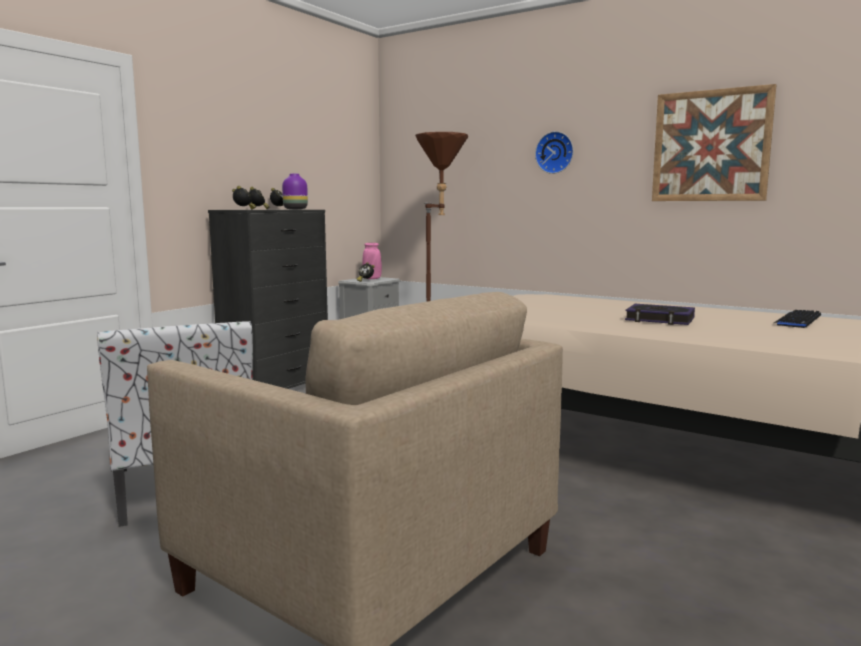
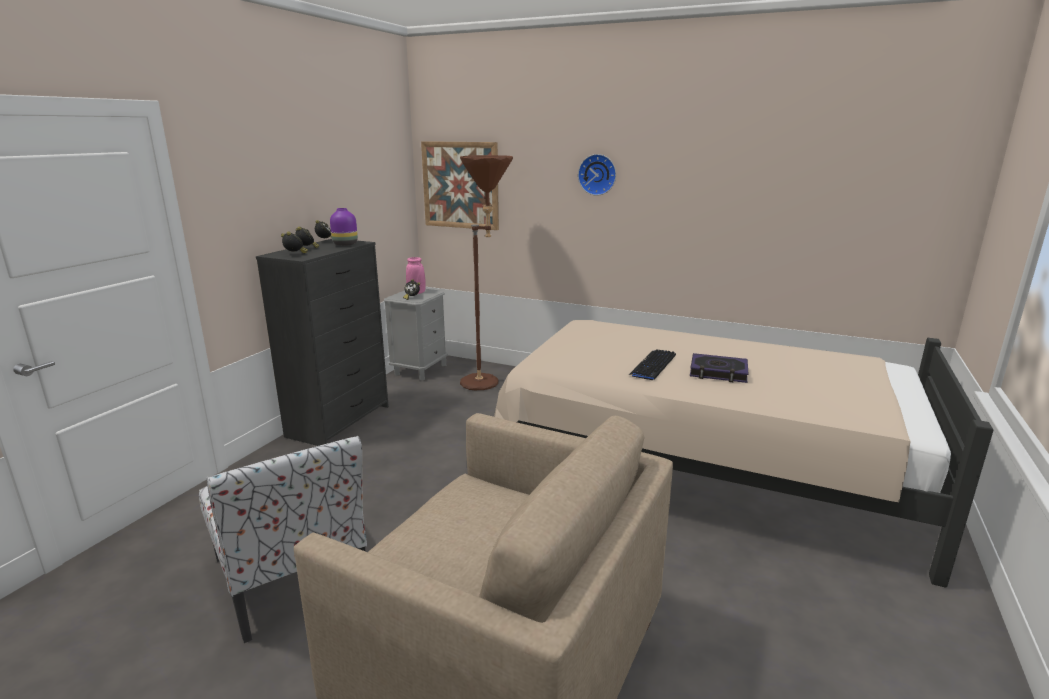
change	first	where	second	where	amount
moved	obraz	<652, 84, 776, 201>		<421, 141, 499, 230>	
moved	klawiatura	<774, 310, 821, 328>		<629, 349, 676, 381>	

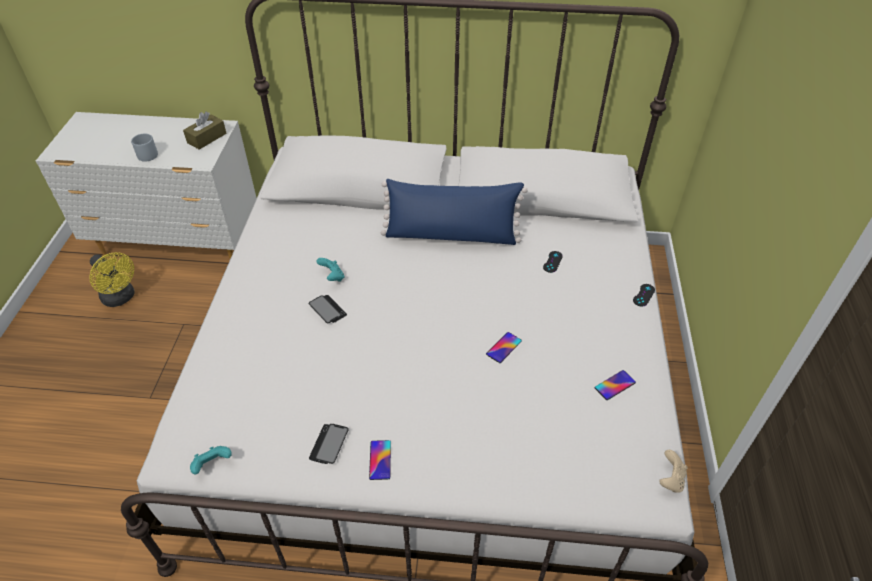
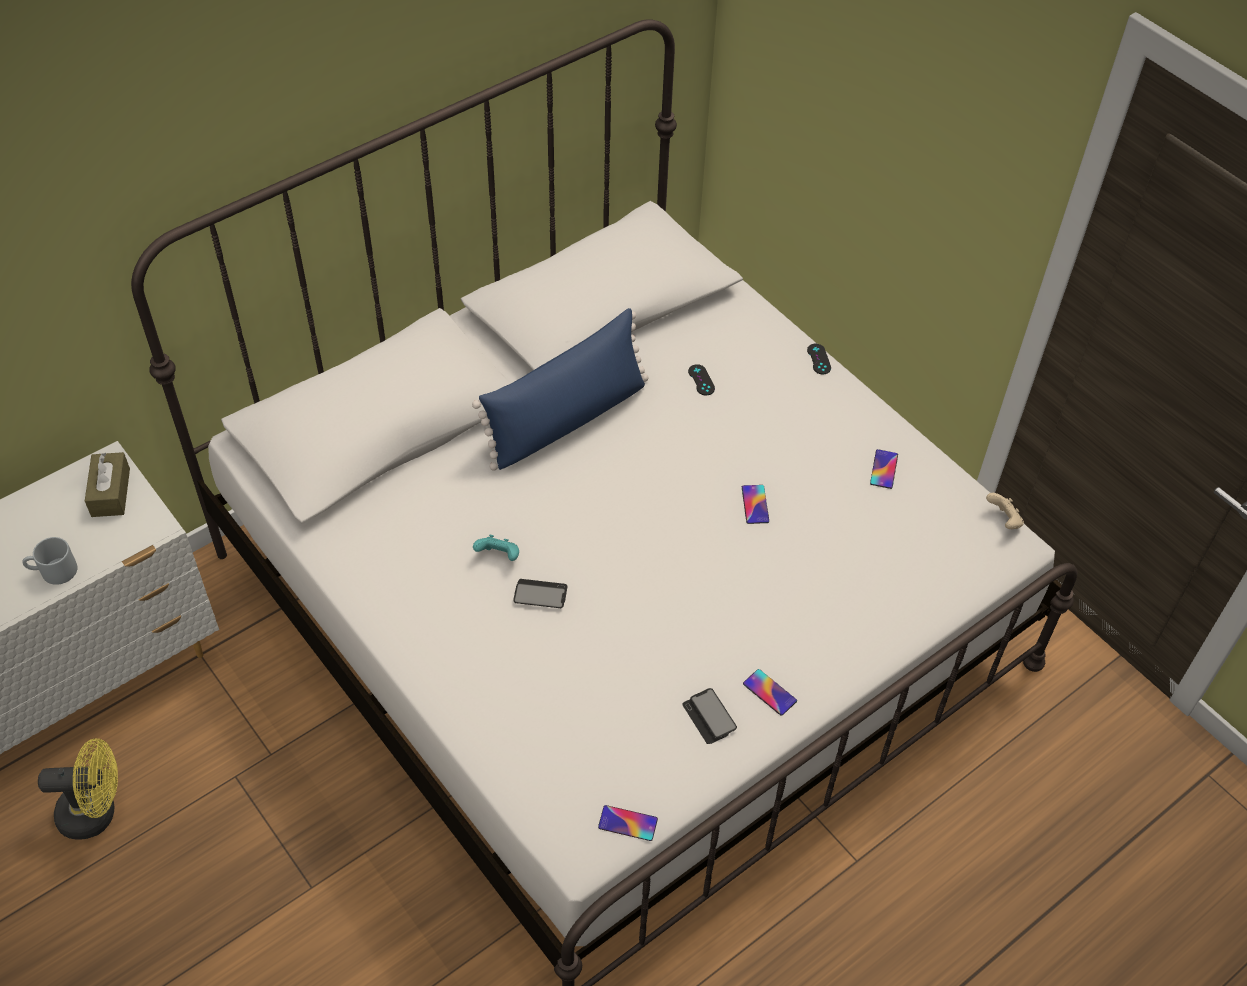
change	first	where	second	where	amount
replaced	pad do gier [turkusowy]	<190, 446, 232, 474>	telefon	<598, 805, 658, 841>	

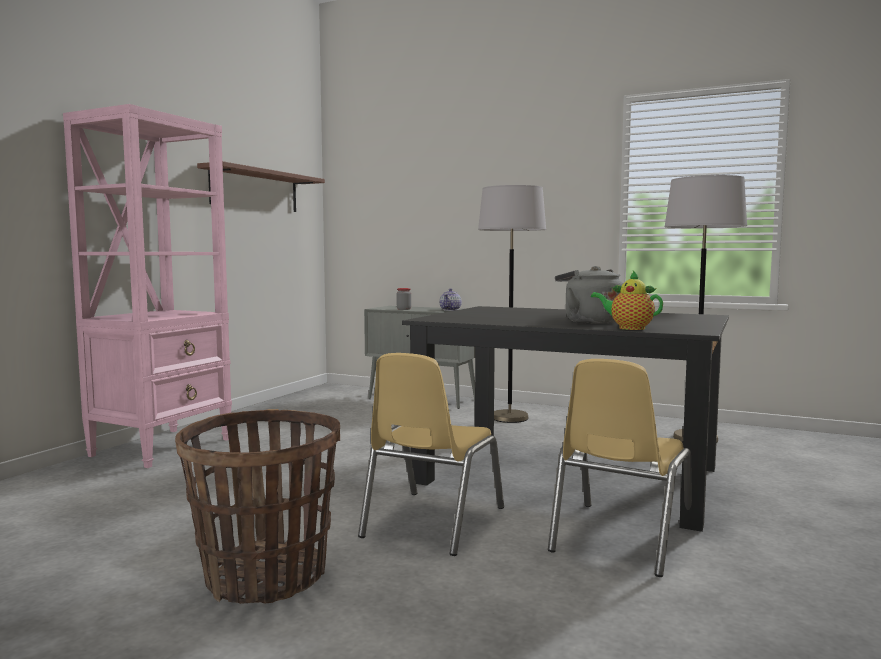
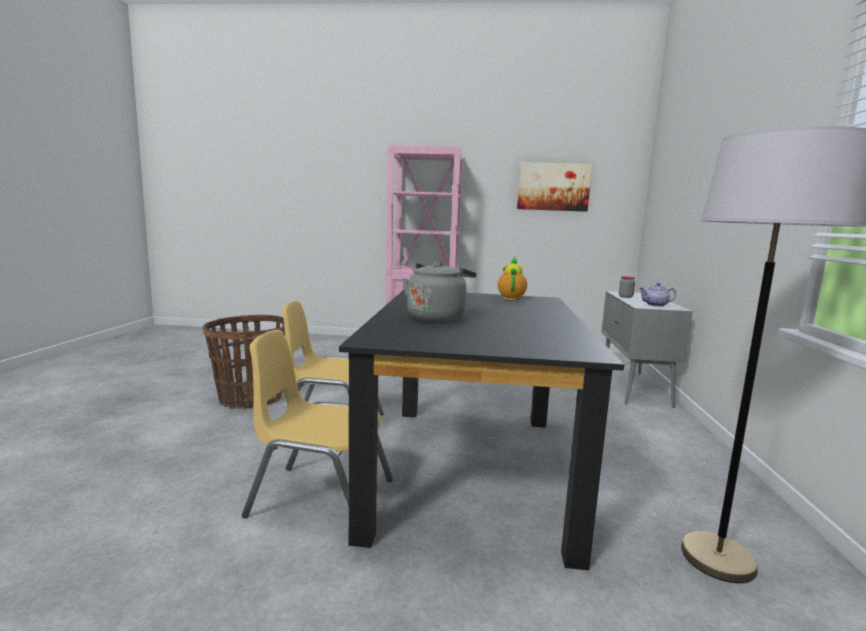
change	first	where	second	where	amount
replaced	półka [brązowy]	<197, 161, 325, 212>	obraz	<517, 162, 592, 212>	
removed	lampa stojąca [szary]	<478, 185, 546, 423>			
moved	imbryk	<591, 271, 663, 330>		<498, 257, 527, 300>	

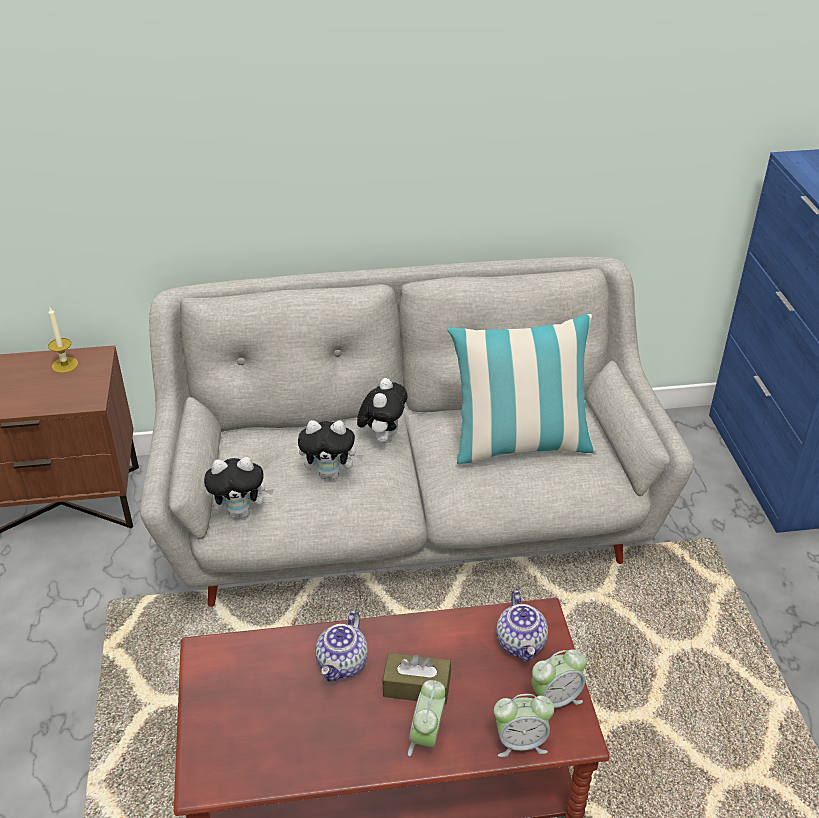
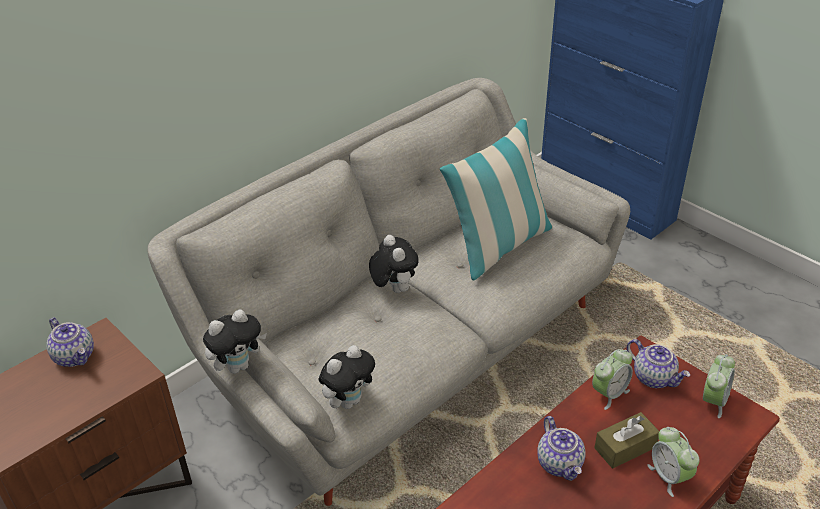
change	first	where	second	where	amount
replaced	świeca	<48, 307, 78, 373>	imbryk	<46, 317, 94, 367>	
moved	pluszak	<298, 420, 364, 480>		<203, 309, 267, 374>	
moved	budzik	<494, 694, 554, 757>		<592, 349, 633, 410>	

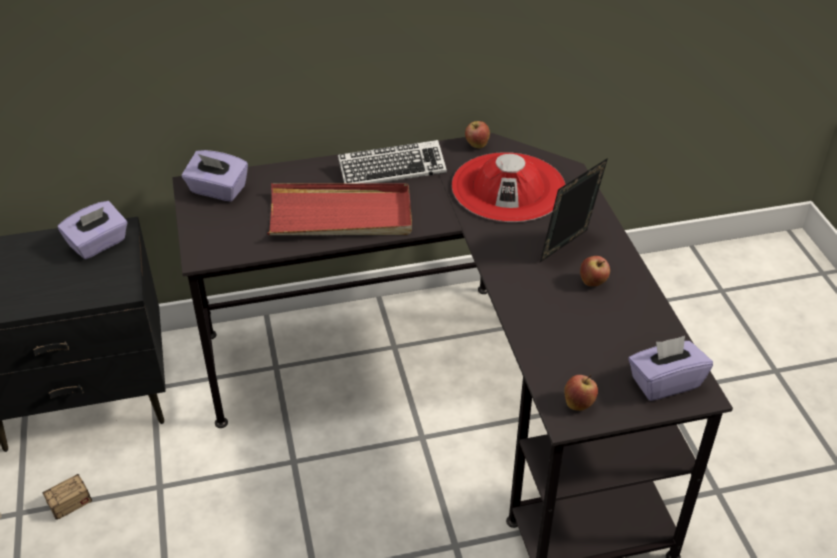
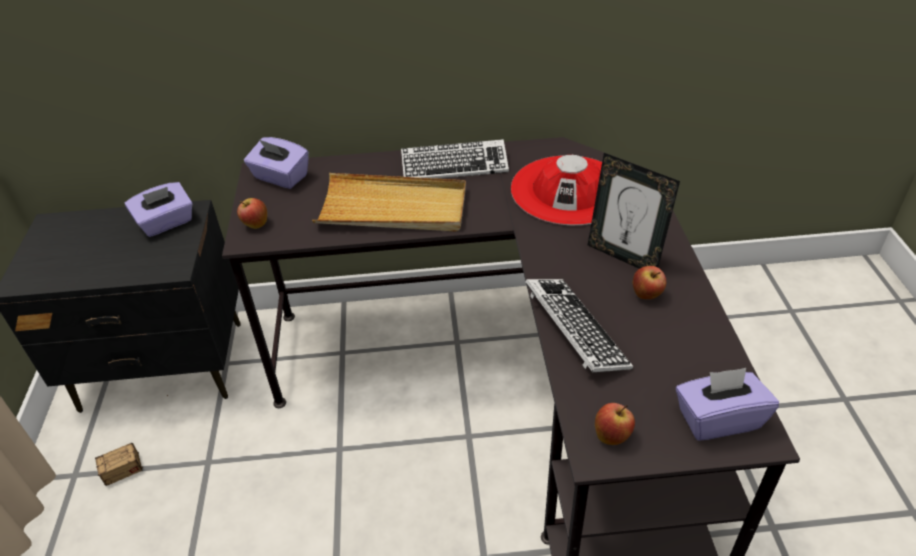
change	first	where	second	where	amount
recoloured	taca [czerwony]	<267, 183, 412, 235>	taca [beżowy]	<312, 173, 466, 232>	
moved	jabłko	<465, 121, 490, 148>		<237, 198, 267, 229>	
turned	ramka na zdjęcie	<540, 158, 608, 262>		<588, 153, 680, 269>	105 degrees counterclockwise
added			klawiatura	<525, 279, 633, 372>	

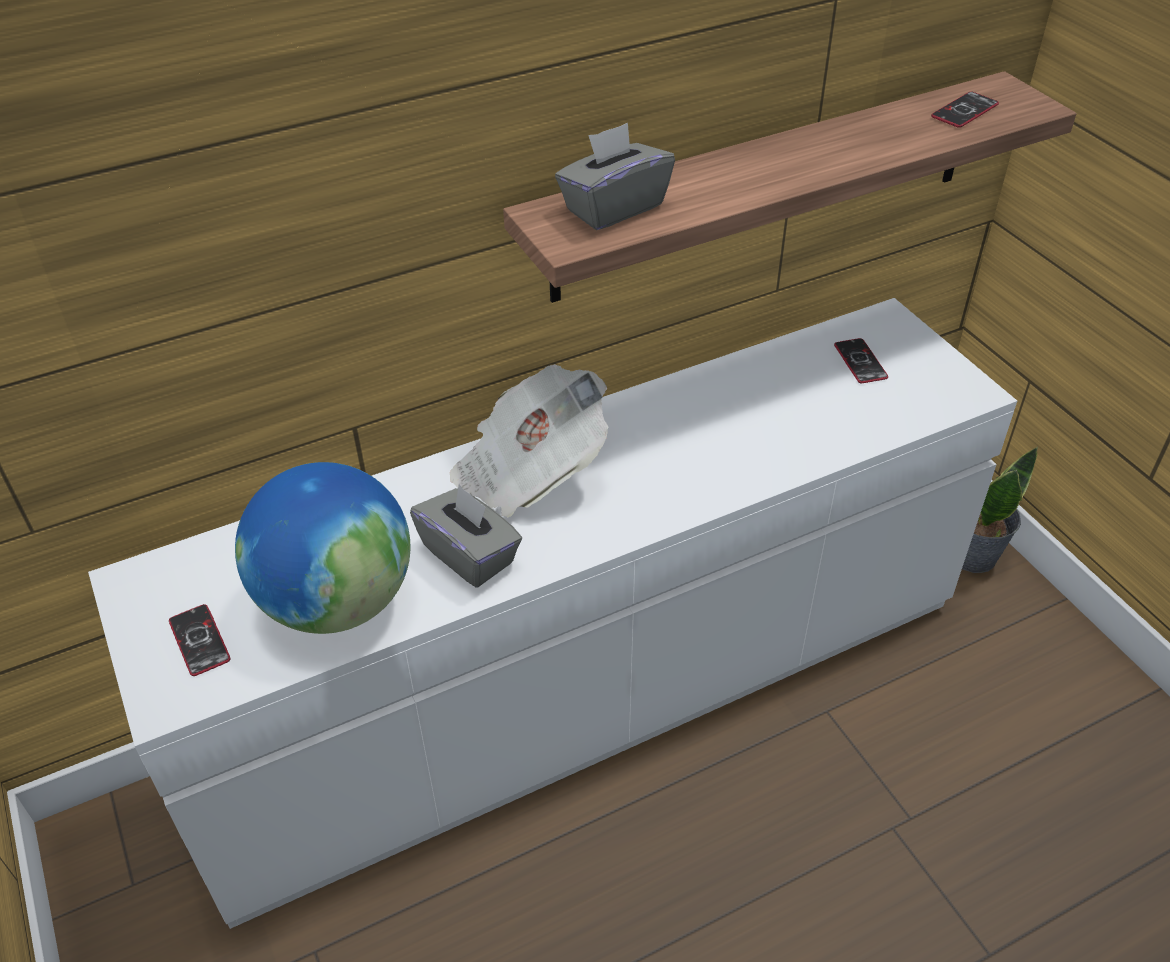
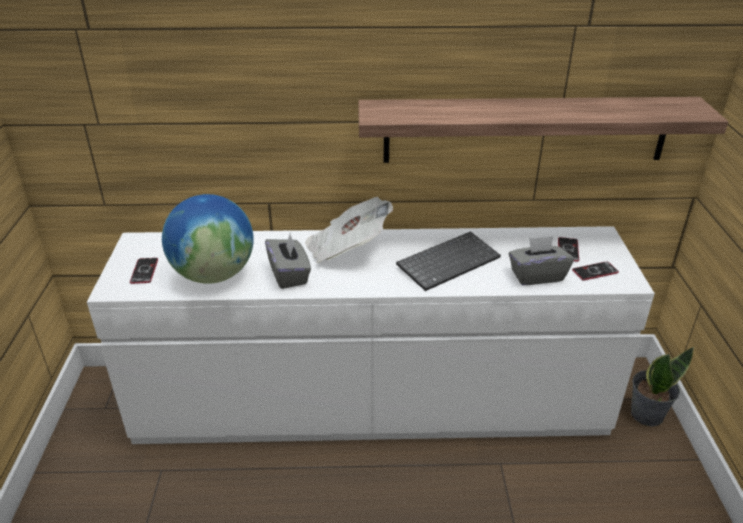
change	first	where	second	where	amount
moved	pudełko chusteczek [szary]	<555, 123, 675, 230>		<509, 236, 574, 285>	
moved	telefon	<931, 92, 999, 128>		<572, 261, 619, 281>	
added			klawiatura	<396, 231, 501, 291>	

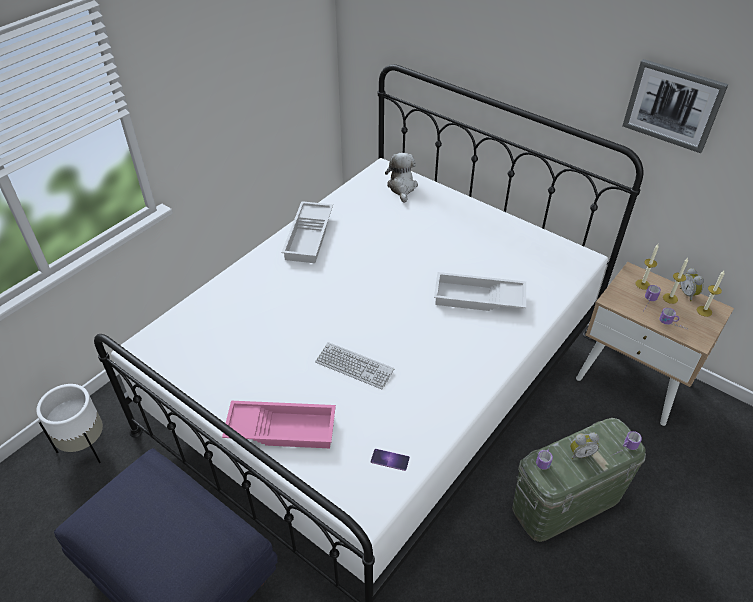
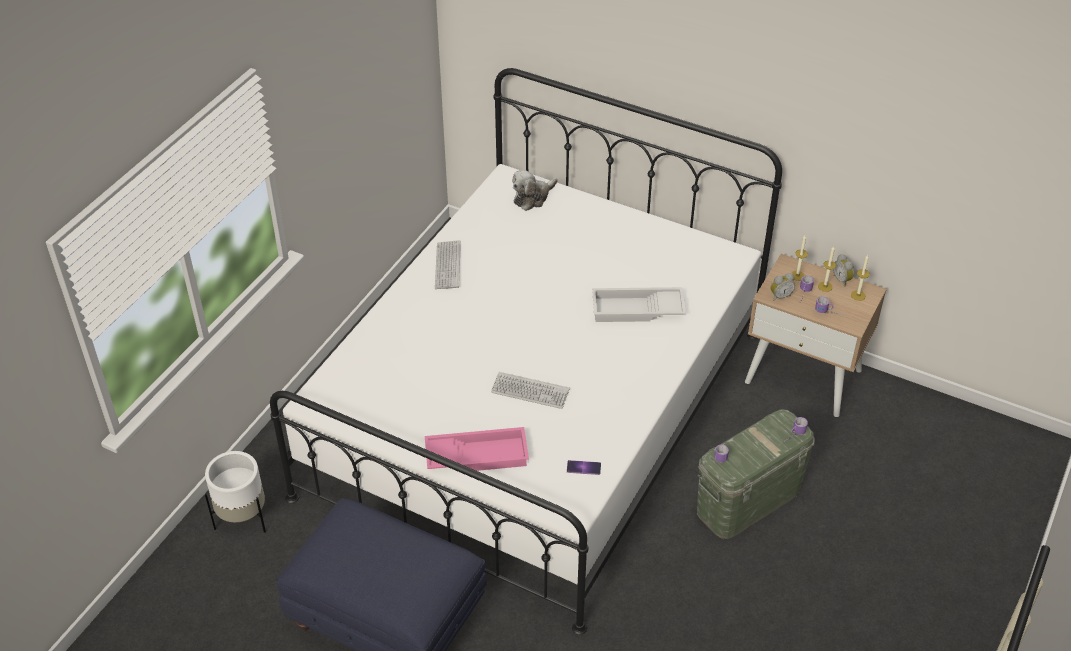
change	first	where	second	where	amount
replaced	taca [biały]	<282, 201, 333, 263>	klawiatura	<435, 240, 461, 289>	
turned	pluszak	<385, 153, 418, 203>		<512, 170, 557, 211>	120 degrees counterclockwise
moved	budzik	<570, 433, 599, 459>		<771, 273, 795, 301>	
removed	obraz	<623, 59, 728, 153>			

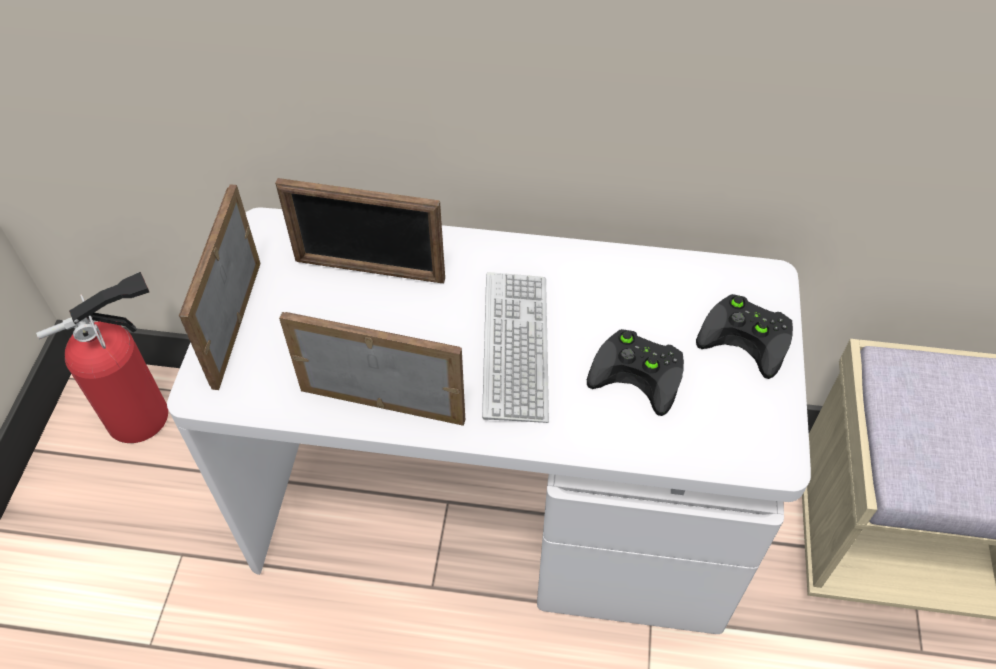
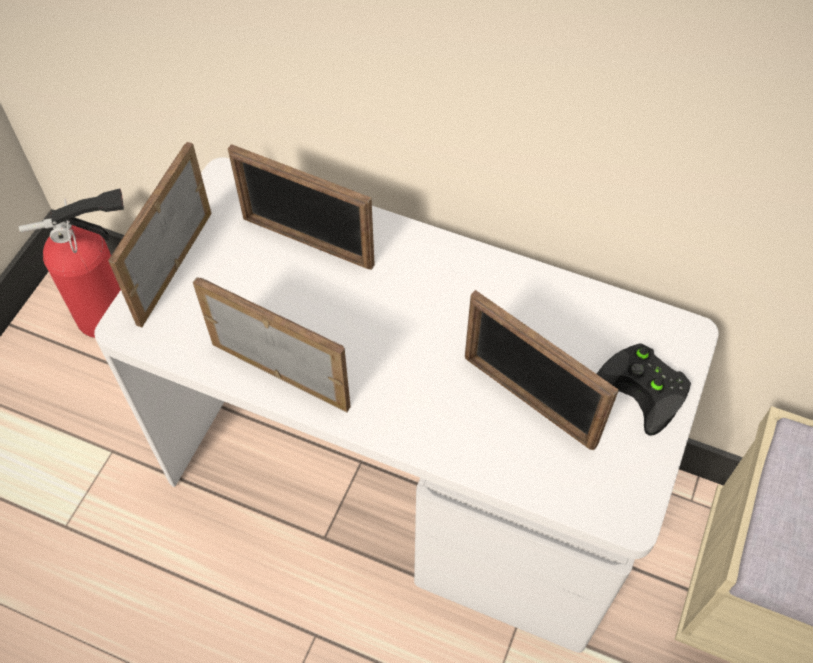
change	first	where	second	where	amount
removed	klawiatura	<482, 272, 549, 423>			
replaced	pad do gier [czarny]	<587, 329, 684, 416>	ramka na zdjęcie	<465, 290, 619, 451>	

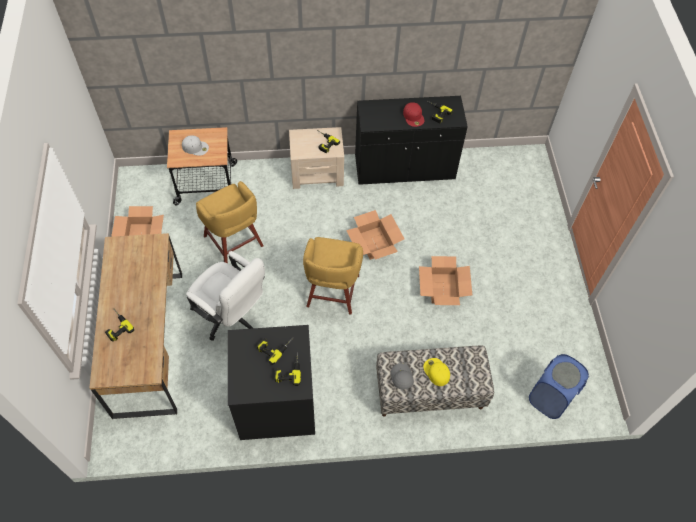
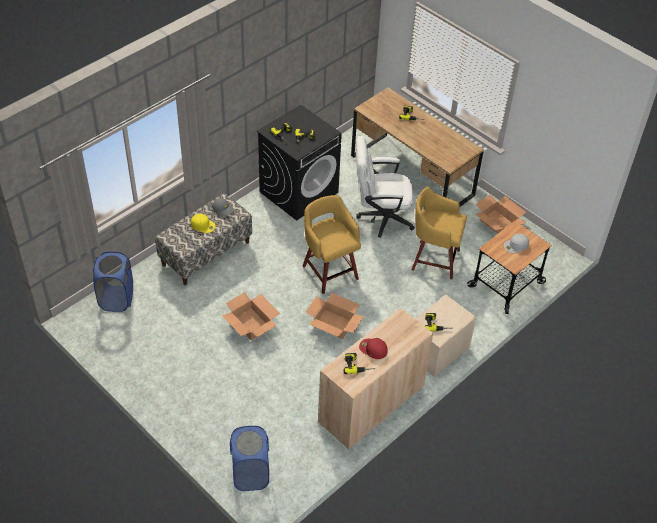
change	first	where	second	where	amount
recoloured	szafka [czarny]	<355, 96, 468, 185>	szafka [beżowy]	<318, 308, 433, 450>	
added			kosz na pranie [niebieski]	<230, 426, 269, 491>	

